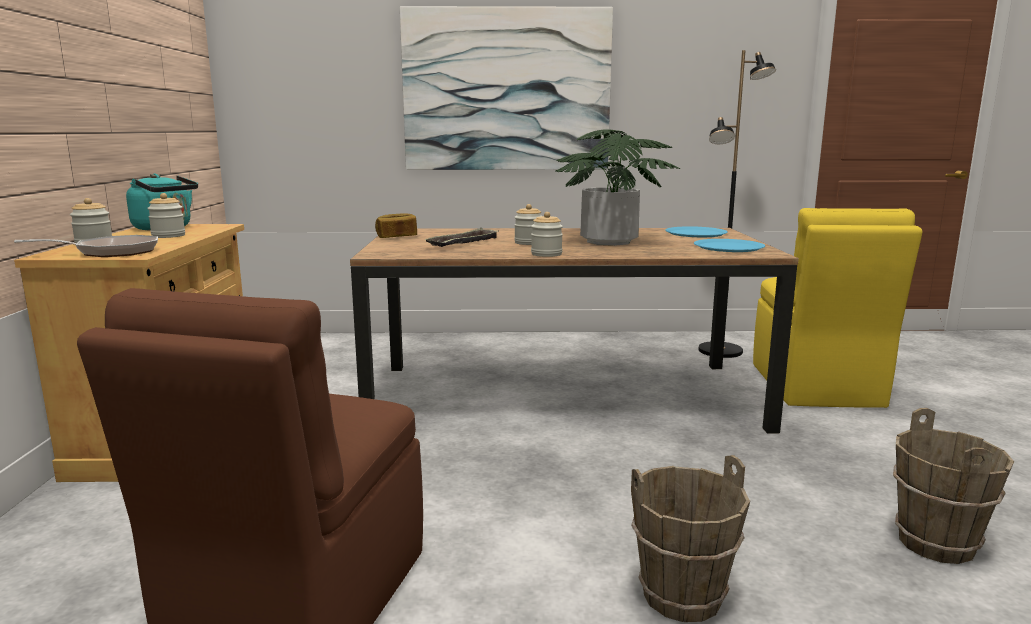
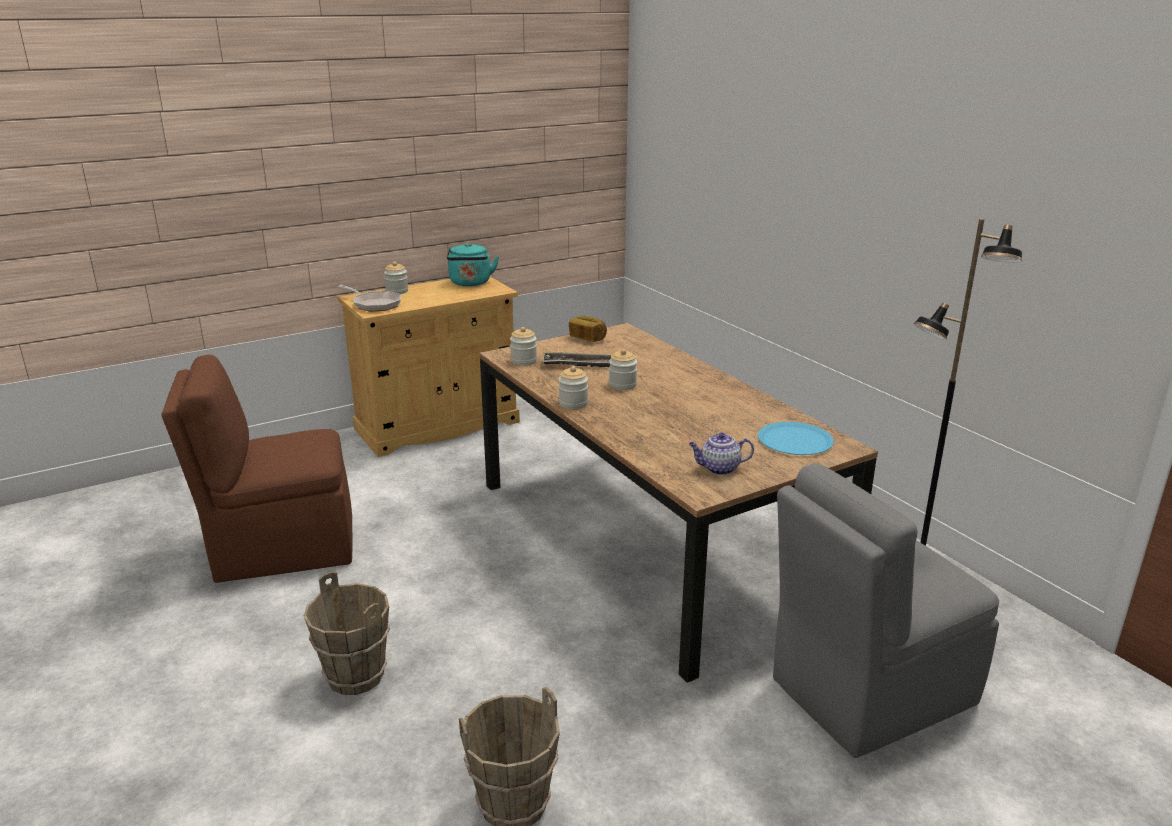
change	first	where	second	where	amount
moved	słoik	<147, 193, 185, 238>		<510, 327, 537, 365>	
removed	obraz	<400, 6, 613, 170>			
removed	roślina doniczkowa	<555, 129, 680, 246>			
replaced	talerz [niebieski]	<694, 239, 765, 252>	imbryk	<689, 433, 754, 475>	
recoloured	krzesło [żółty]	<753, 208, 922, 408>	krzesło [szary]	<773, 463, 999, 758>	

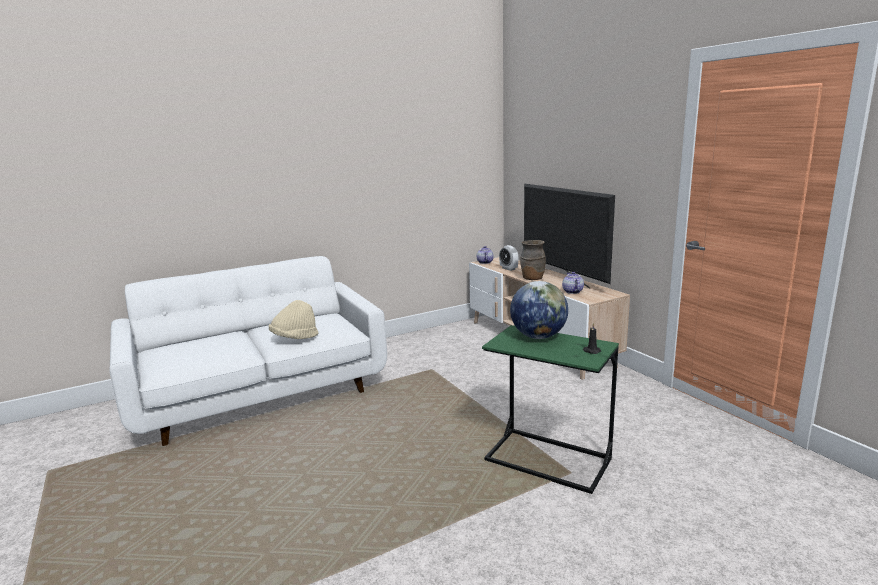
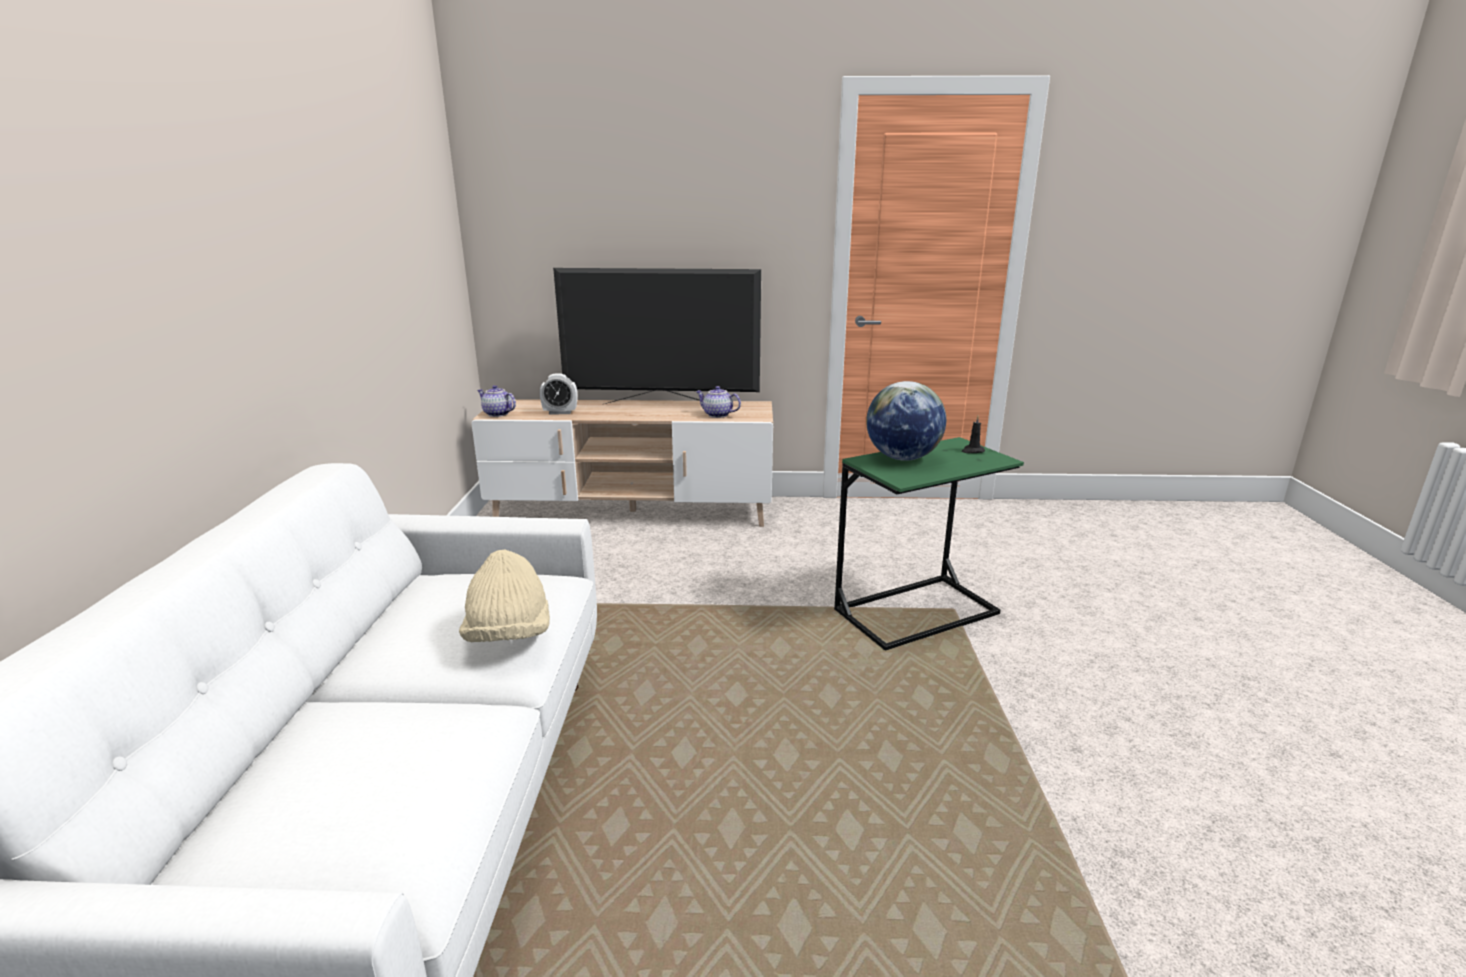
change	first	where	second	where	amount
removed	wazon [brązowy]	<520, 240, 546, 280>			

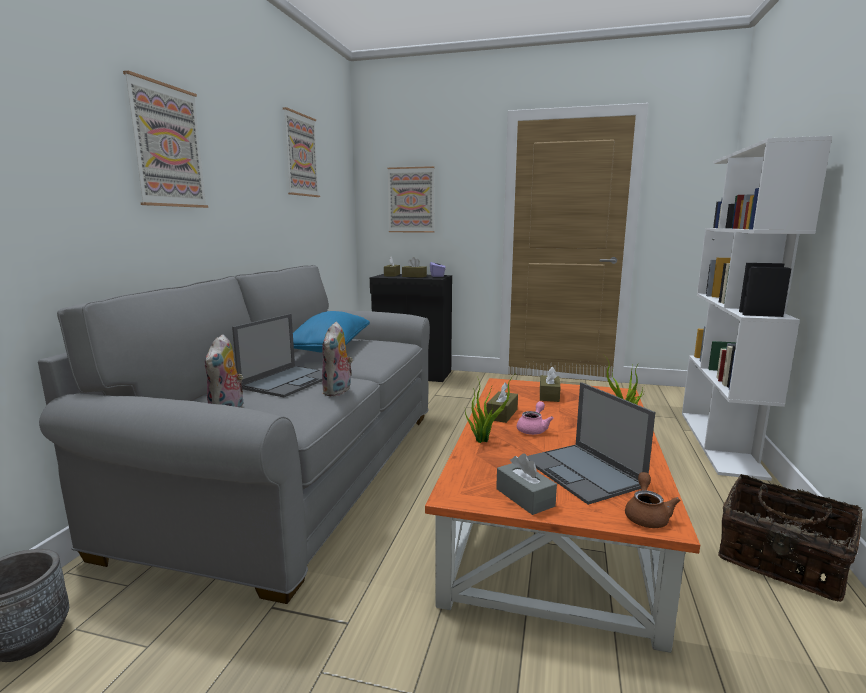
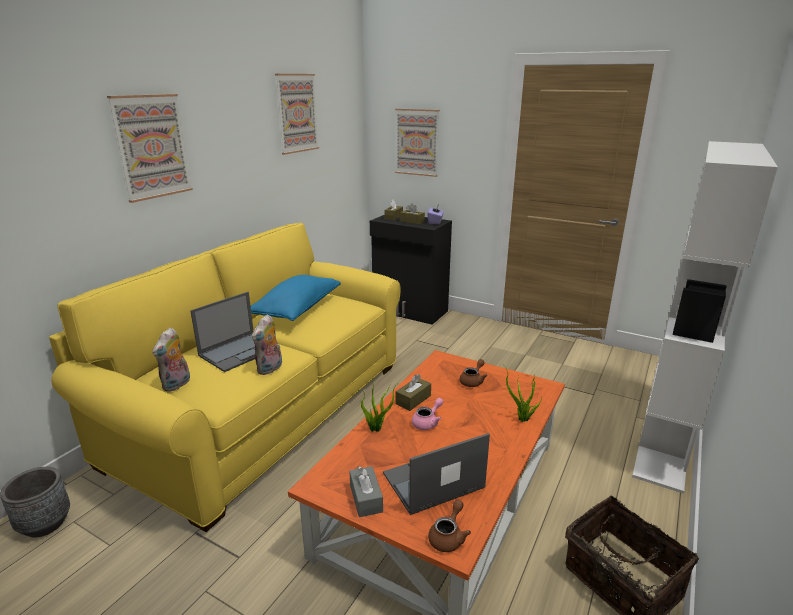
change	first	where	second	where	amount
recoloured	kanapa [szary]	<38, 265, 430, 604>	kanapa [żółty]	<49, 223, 401, 532>	
turned	laptop	<527, 382, 655, 505>		<383, 433, 490, 515>	75 degrees clockwise
replaced	pudełko chusteczek [brązowy]	<540, 366, 561, 402>	imbryk [brązowy]	<459, 359, 488, 387>	

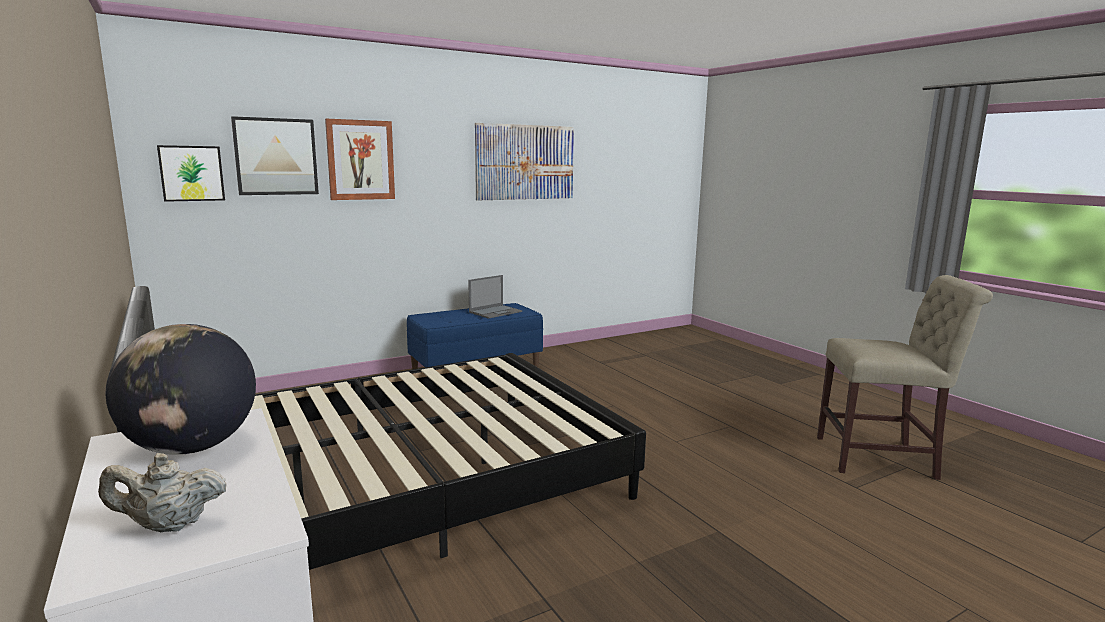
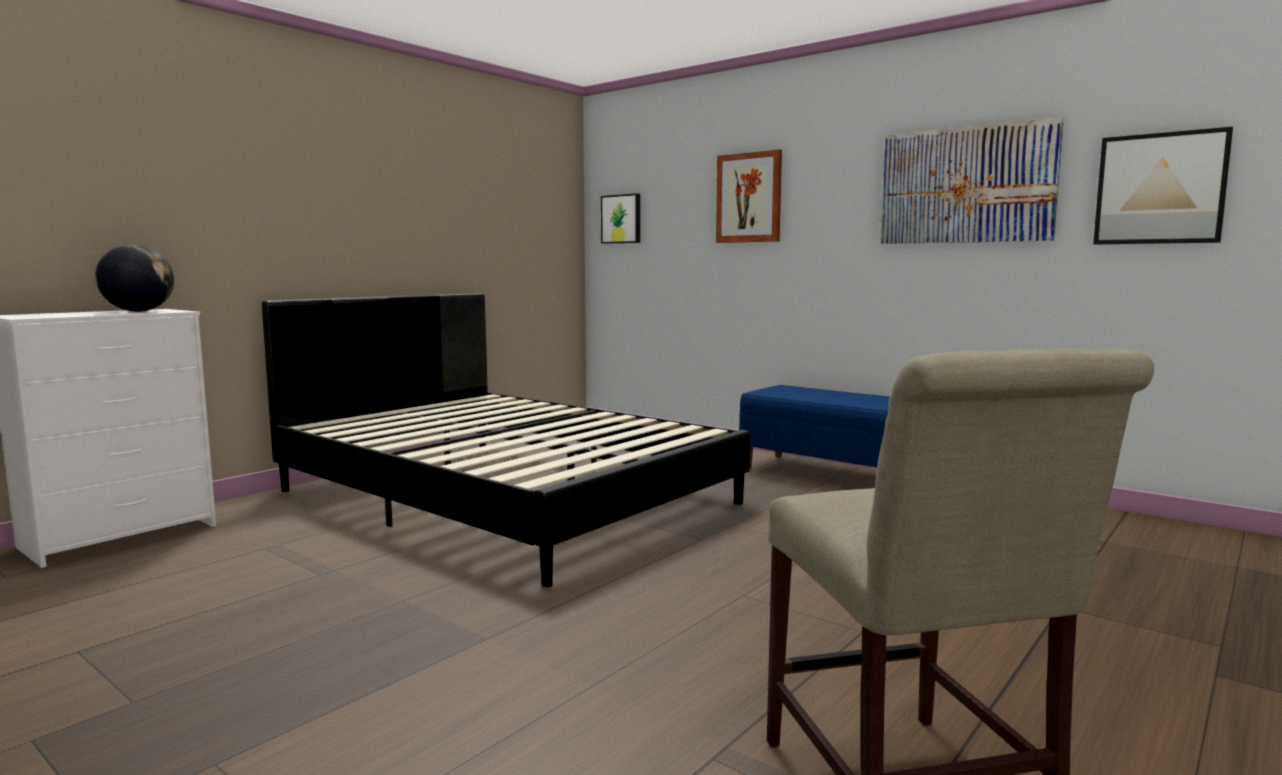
change	first	where	second	where	amount
removed	imbryk [beżowy]	<98, 453, 227, 532>			
moved	obraz	<231, 116, 319, 195>		<1093, 127, 1233, 245>	
removed	laptop	<468, 275, 522, 319>			

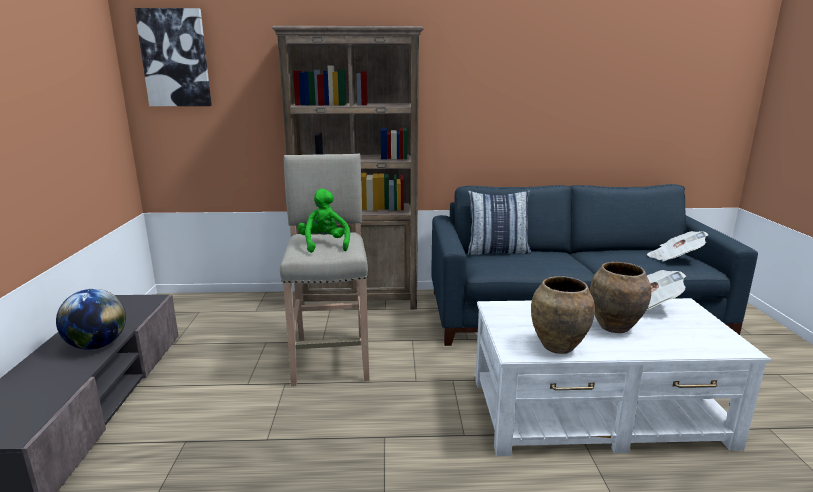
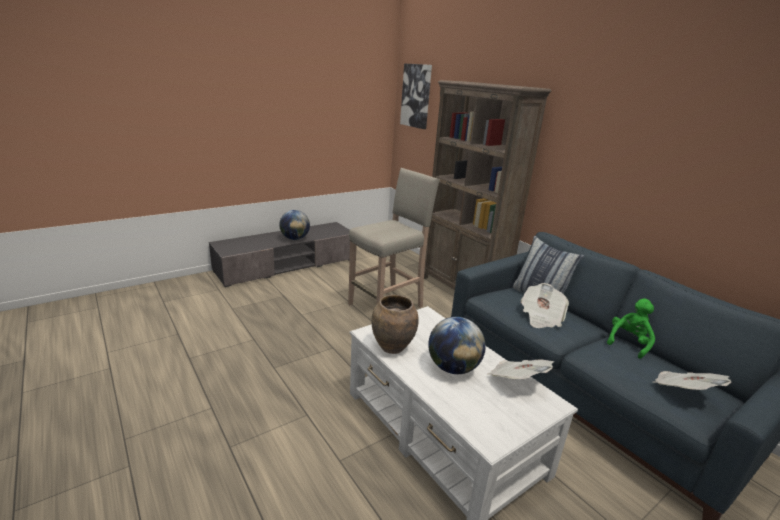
change	first	where	second	where	amount
moved	pluszak [zielony]	<298, 189, 350, 253>		<607, 298, 655, 359>	
replaced	wazon [brązowy]	<590, 262, 651, 333>	globus	<428, 317, 486, 374>	
added			gazeta	<521, 283, 569, 328>	

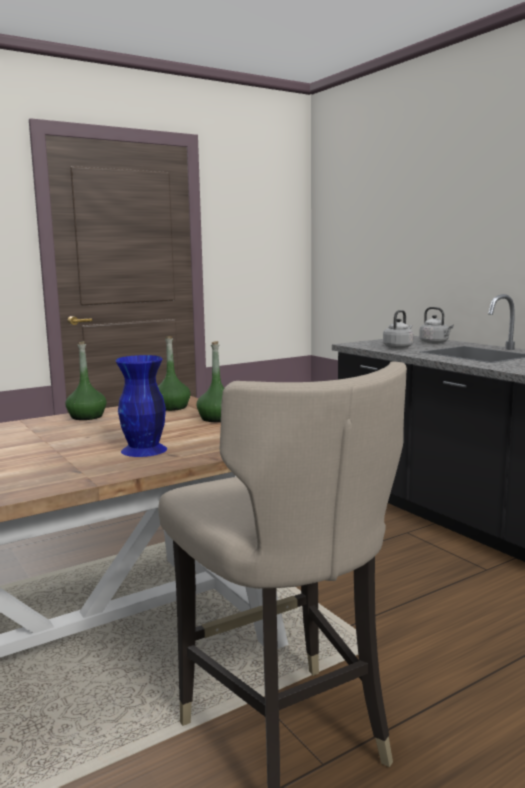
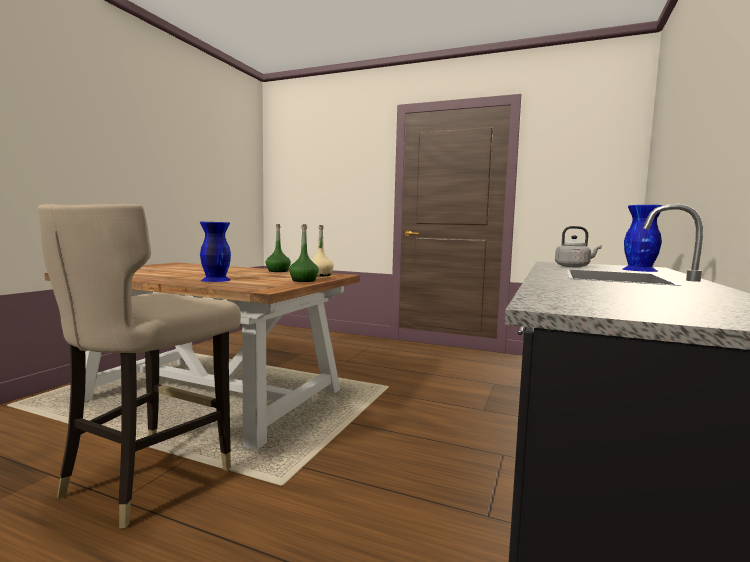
change	first	where	second	where	amount
recoloured	butelka [zielony]	<158, 336, 191, 411>	butelka [beżowy]	<311, 225, 334, 276>	
replaced	czajnik [szary]	<419, 307, 454, 344>	wazon [niebieski]	<622, 205, 662, 272>	

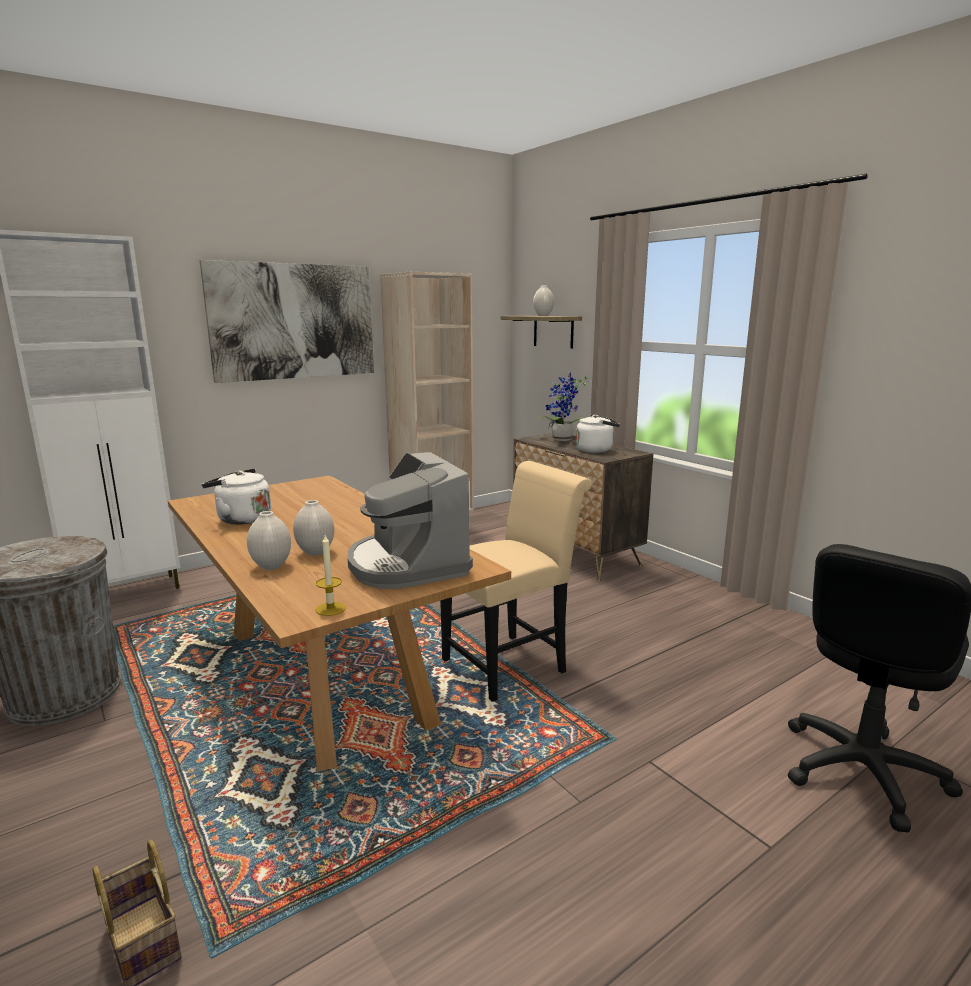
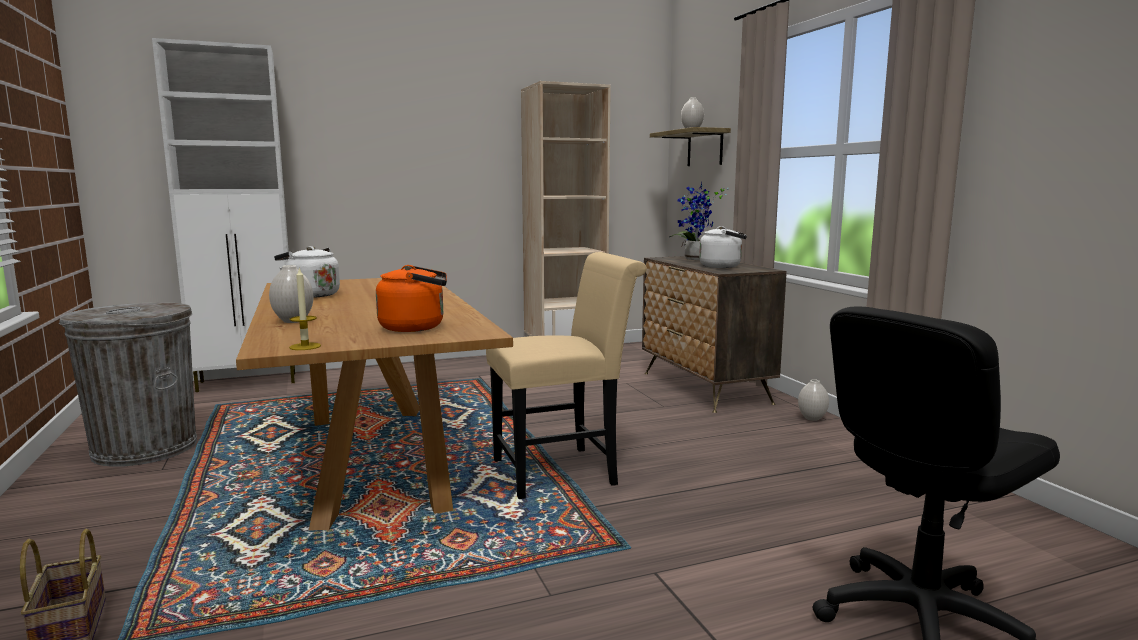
change	first	where	second	where	amount
removed	obraz	<200, 260, 374, 383>			
moved	wazon [biały]	<293, 500, 334, 556>		<798, 379, 829, 421>	
replaced	ekspres do kawy	<348, 452, 473, 589>	czajnik [pomarańczowy]	<376, 265, 447, 332>	

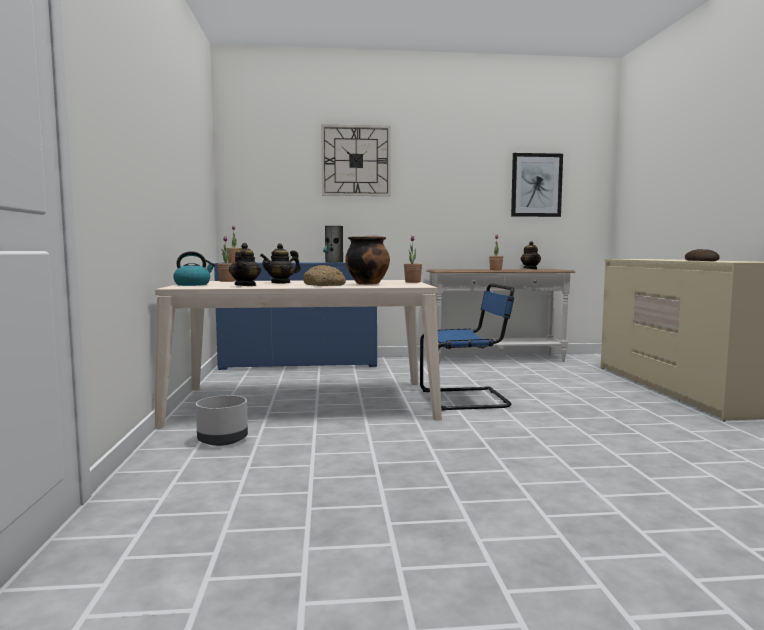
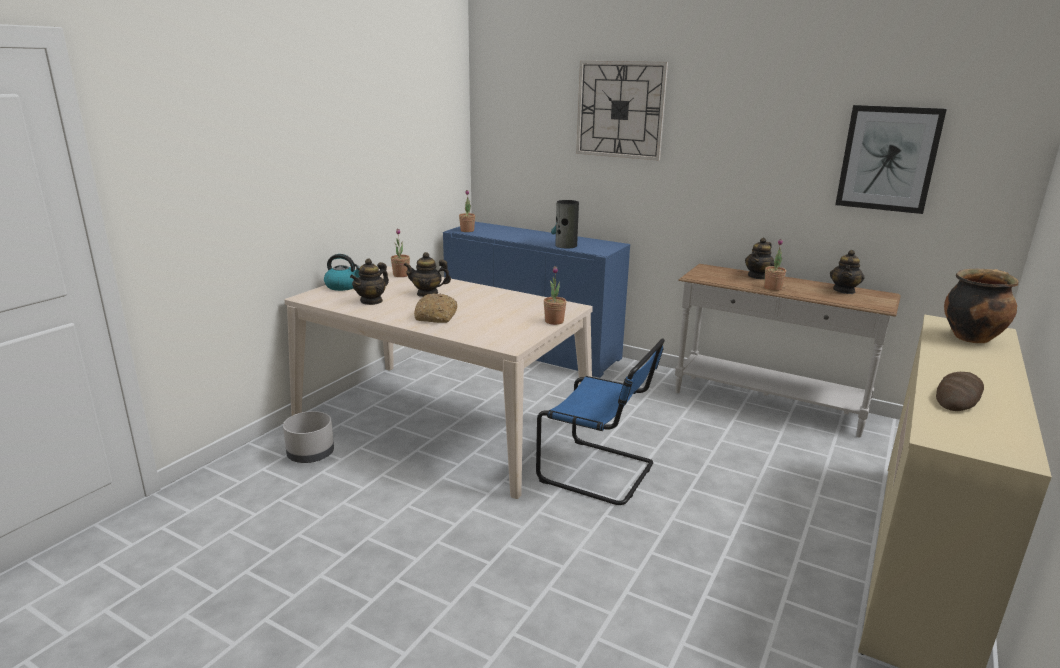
change	first	where	second	where	amount
moved	garnek	<345, 235, 390, 285>		<944, 269, 1019, 343>	
added			imbryk	<745, 238, 774, 280>	

